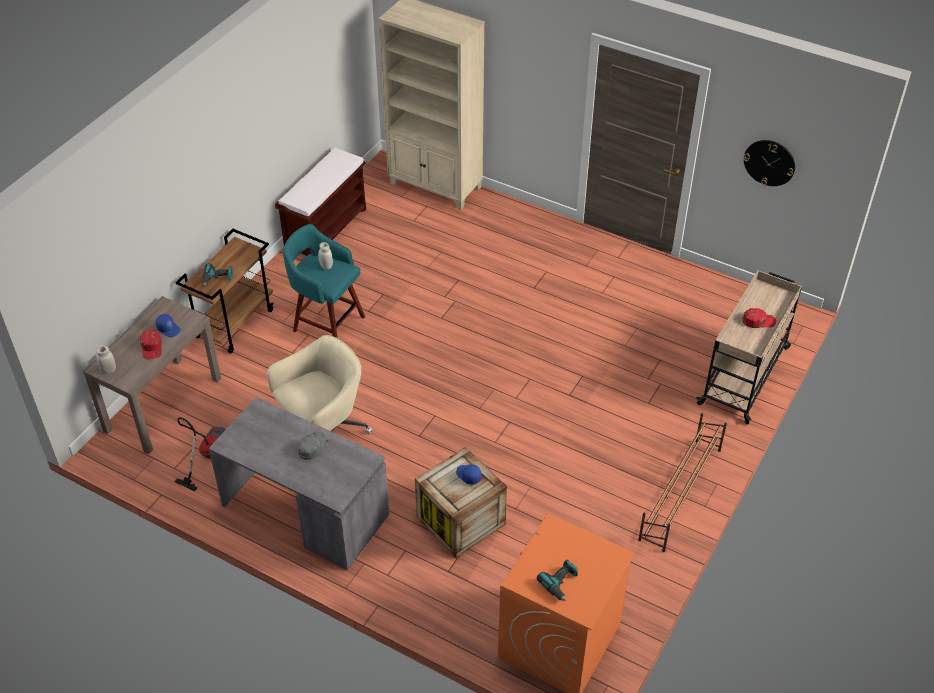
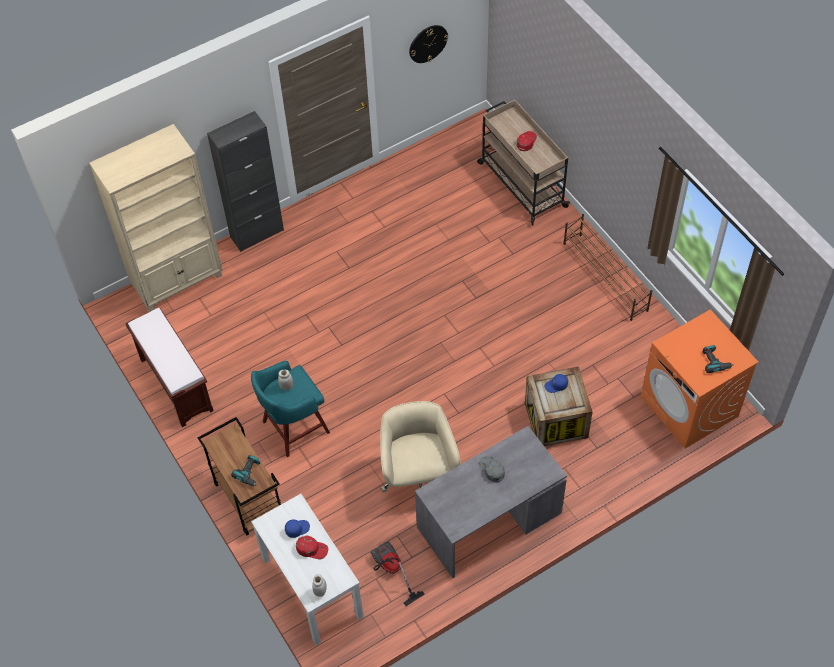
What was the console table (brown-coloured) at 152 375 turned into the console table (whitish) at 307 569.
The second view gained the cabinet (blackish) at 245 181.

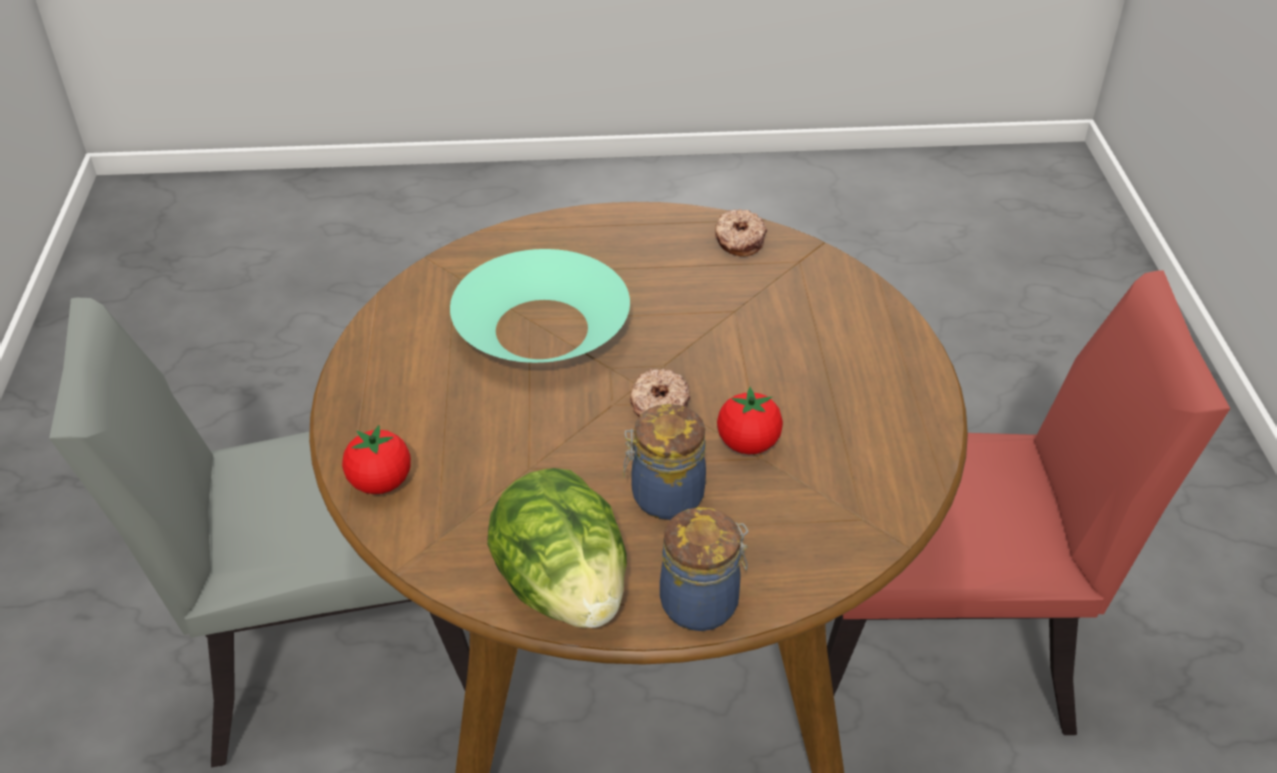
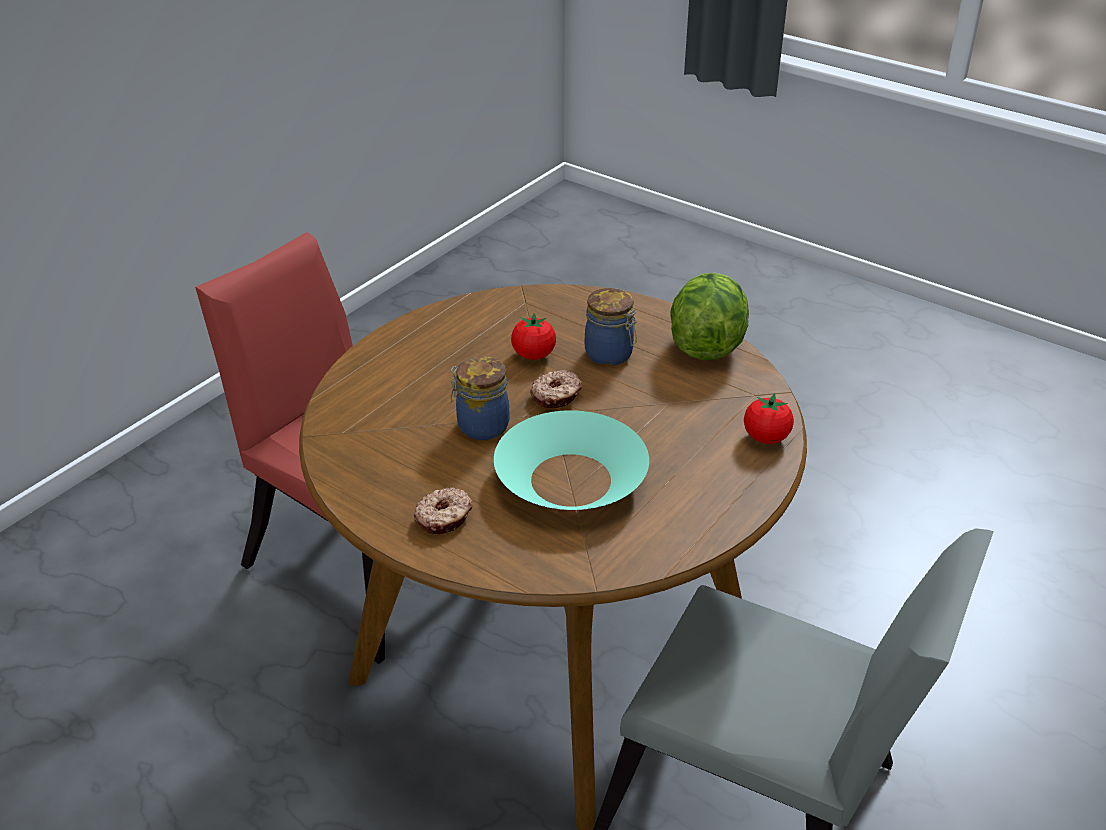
The ring doughnut ended up elsewhere, having gone from 741 233 to 443 510.
The storage jar ended up elsewhere, having gone from 704 569 to 480 398.

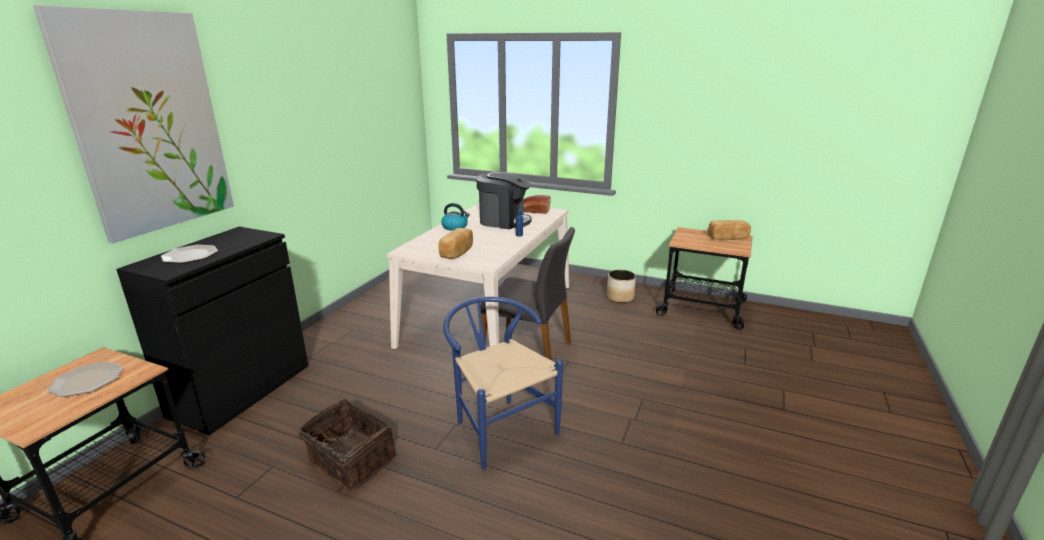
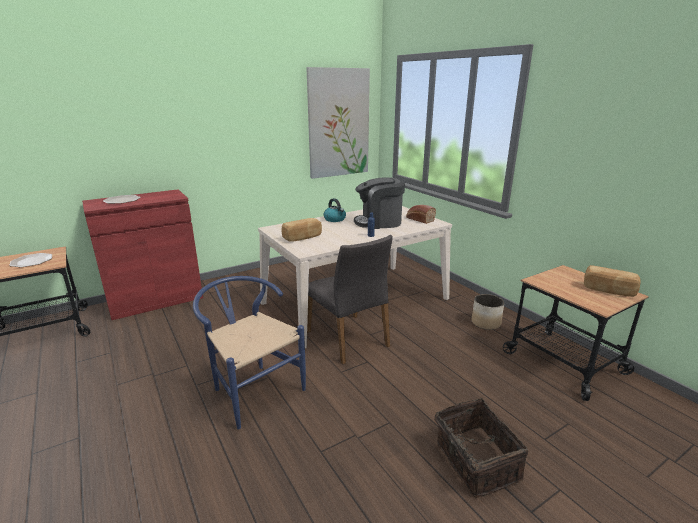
The wall art ended up elsewhere, having gone from 133 124 to 338 123.
The coffee maker at 504 200 ended up facing another way, 120 degrees clockwise from before.
What was the cabinet (blackish) at 212 331 turned into the cabinet (red) at 142 254.
The chair (blue) at 503 383 ended up facing another way, 45 degrees counterclockwise from before.
The storage basket ended up elsewhere, having gone from 347 445 to 481 448.

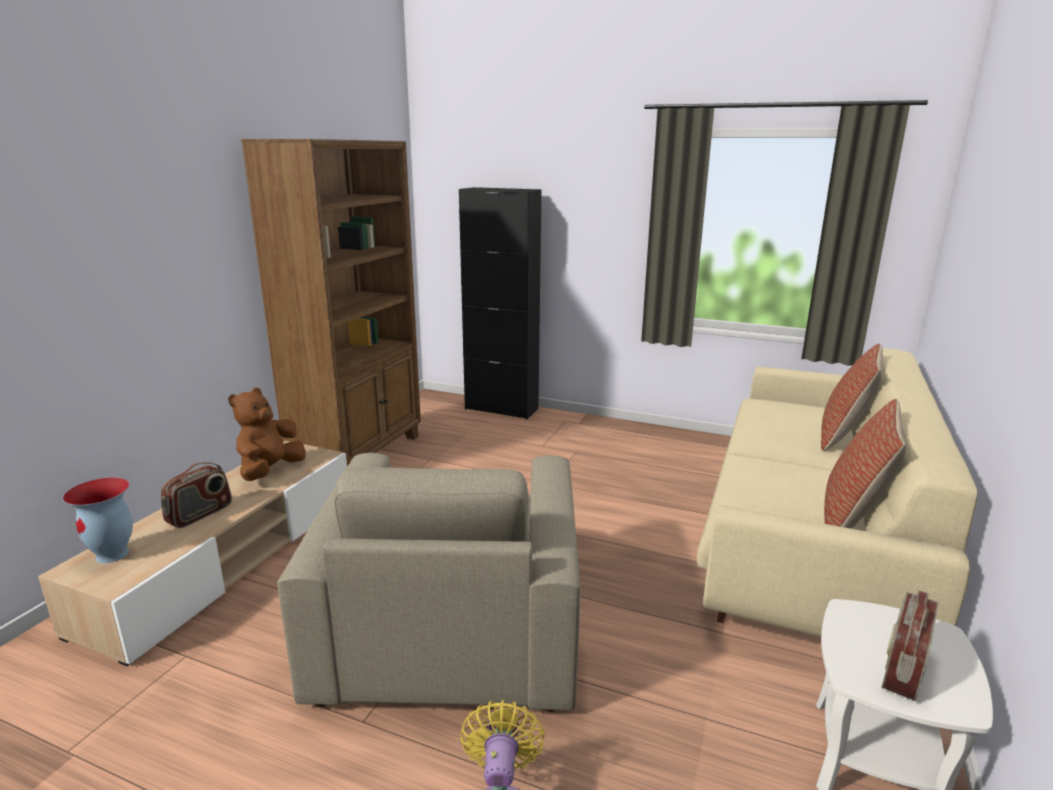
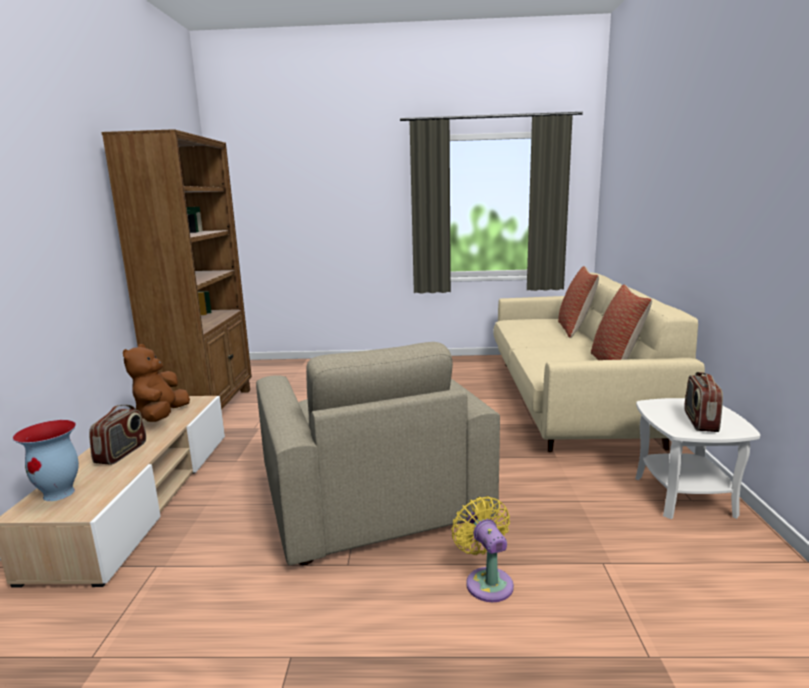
The second view lost the cabinet (blackish) at 500 303.

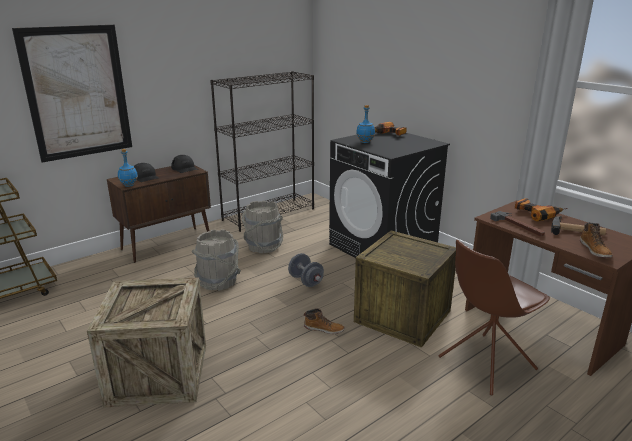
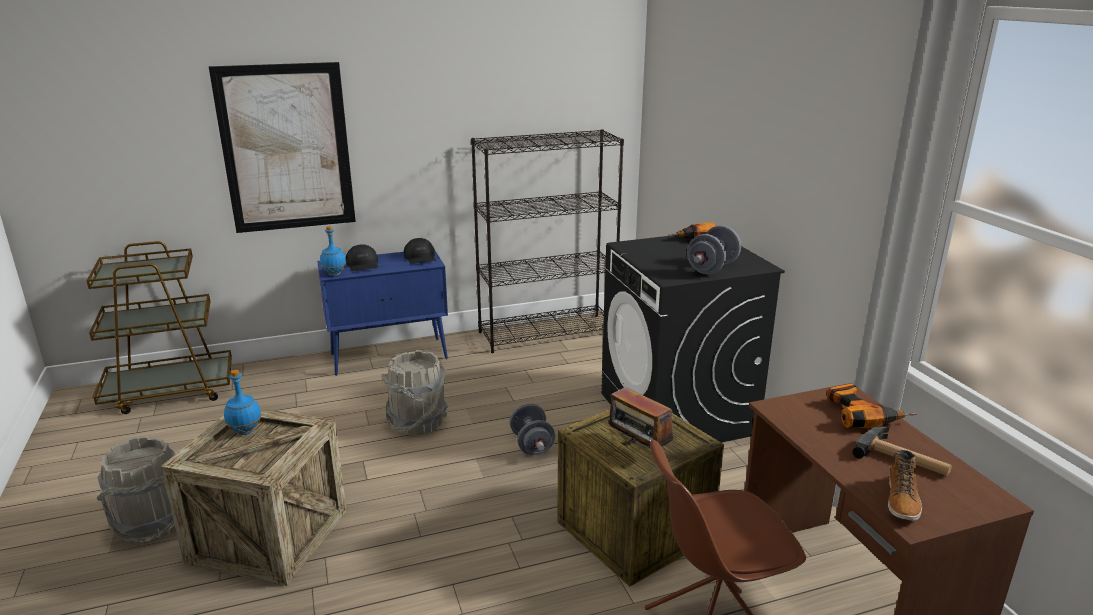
The beverage bottle (blue) ended up elsewhere, having gone from 365 124 to 242 402.
What was the cabinet (brown-coloured) at 159 214 turned into the cabinet (blue) at 382 313.
The water bucket (grey) ended up elsewhere, having gone from 262 227 to 136 490.
The second view lost the hand hammer at 517 224.
The second view lost the boot at 324 321.
The second view gained the dumbbell (grey) at 714 249.
The second view gained the radio receiver at 641 415.

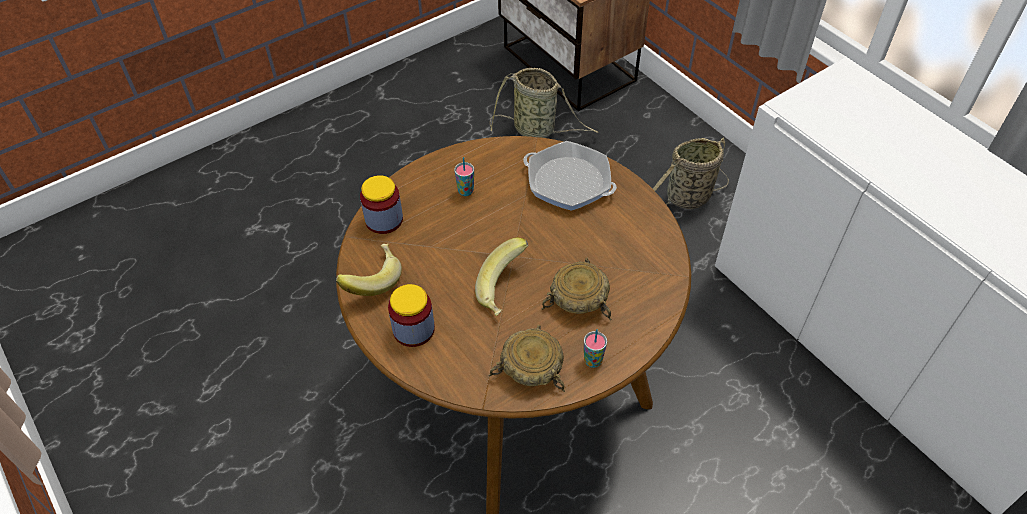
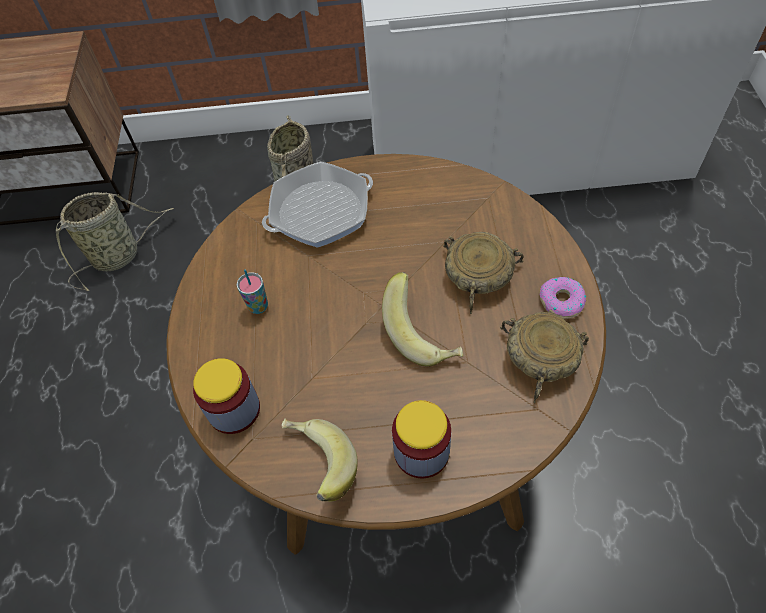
Where the drinking cup stood at 595 348, the ring doughnut came to stand at 563 298.

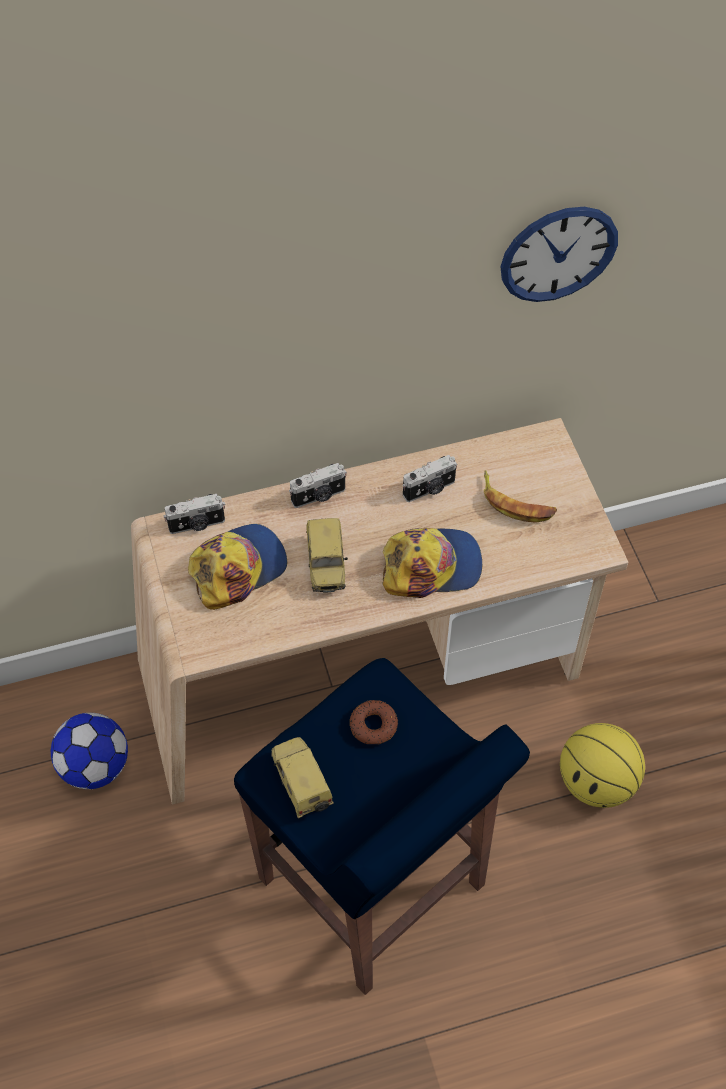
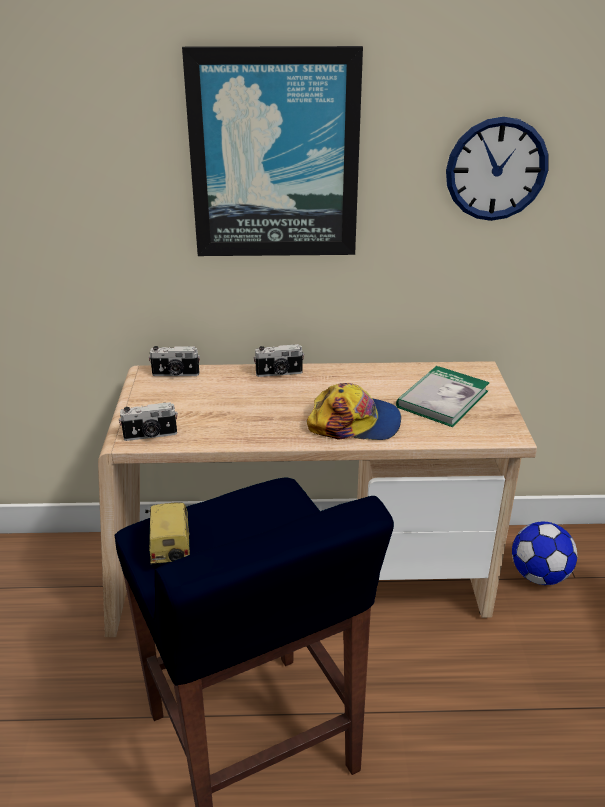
The photo camera ended up elsewhere, having gone from 429 478 to 148 421.
Where the whole banana stood at 520 496, the book came to stand at 443 396.
The second view lost the miniature car at 327 555.
The second view lost the peaked cap at 237 567.
The second view lost the ring doughnut at 374 722.
The ball for football ended up elsewhere, having gone from 89 751 to 544 553.
The second view lost the basketball at 602 765.
The second view gained the wall art at 272 151.

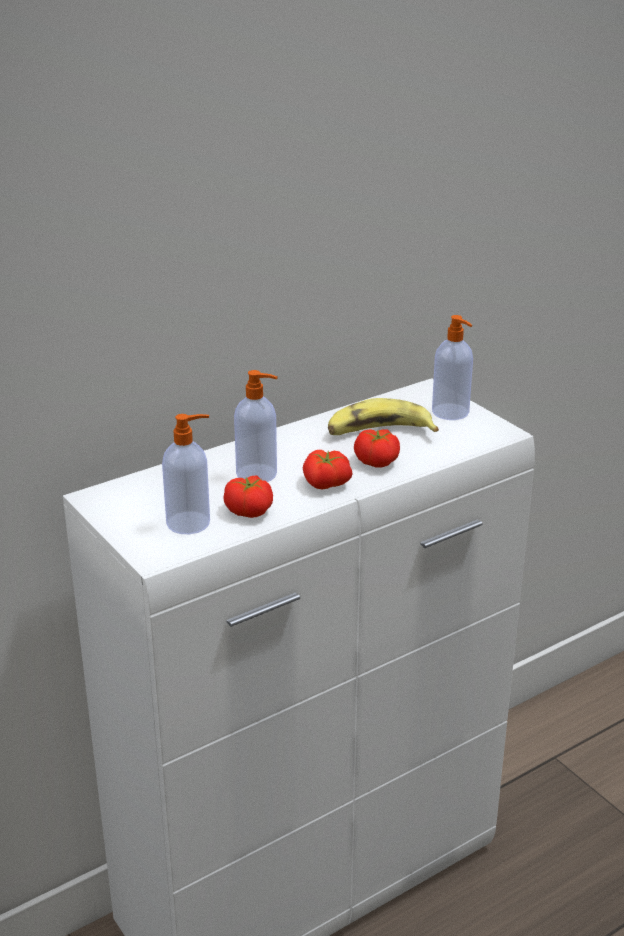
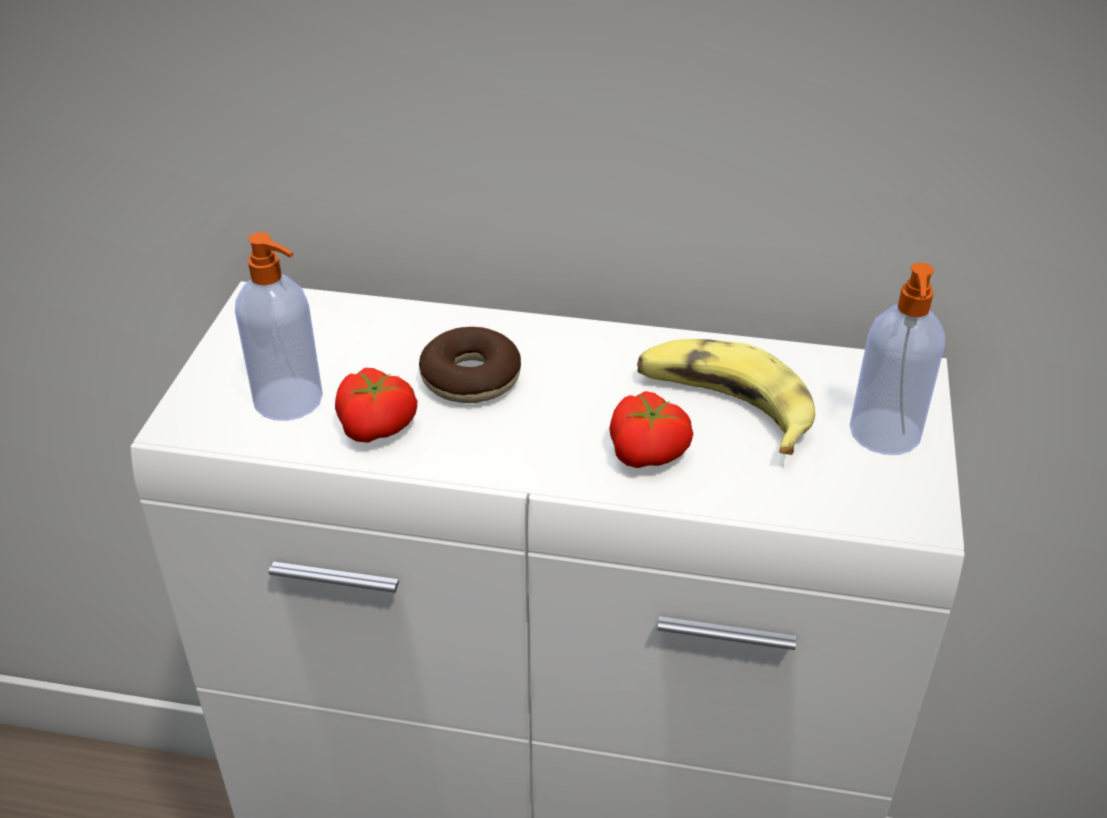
Where the liquid soap bottle stood at 256 426, the ring doughnut came to stand at 470 365.
The second view lost the fresh tomato at 328 470.

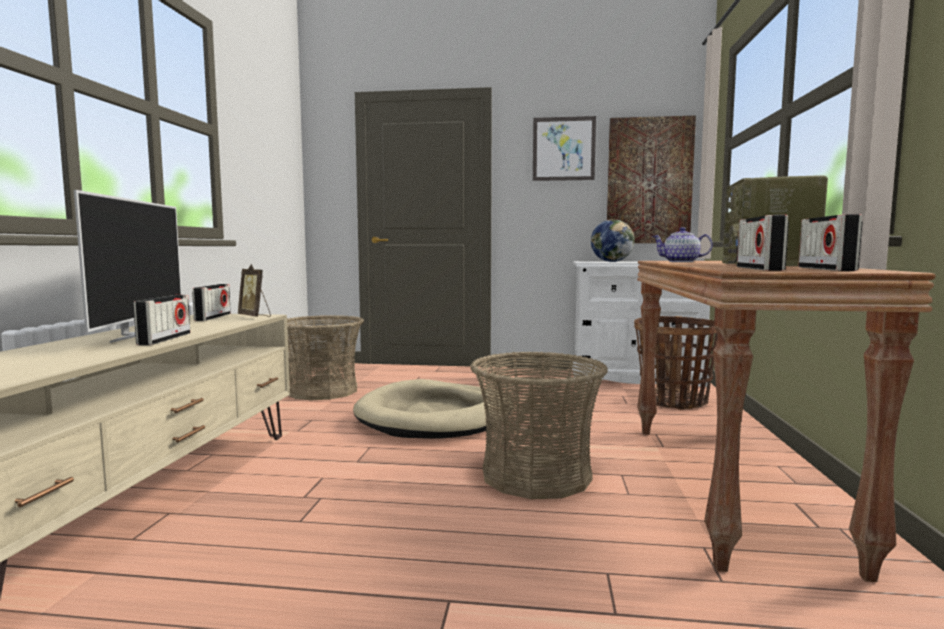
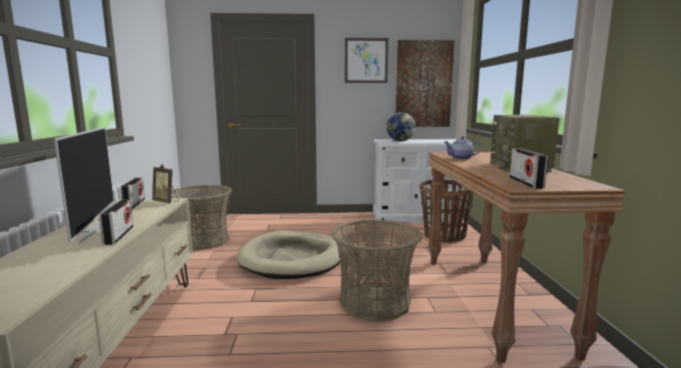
The second view lost the radio receiver at 830 242.

